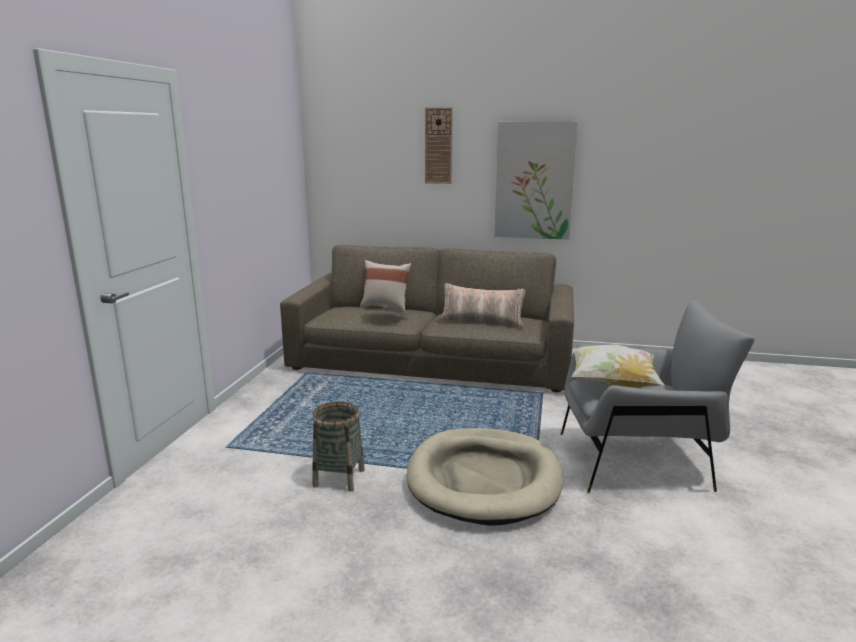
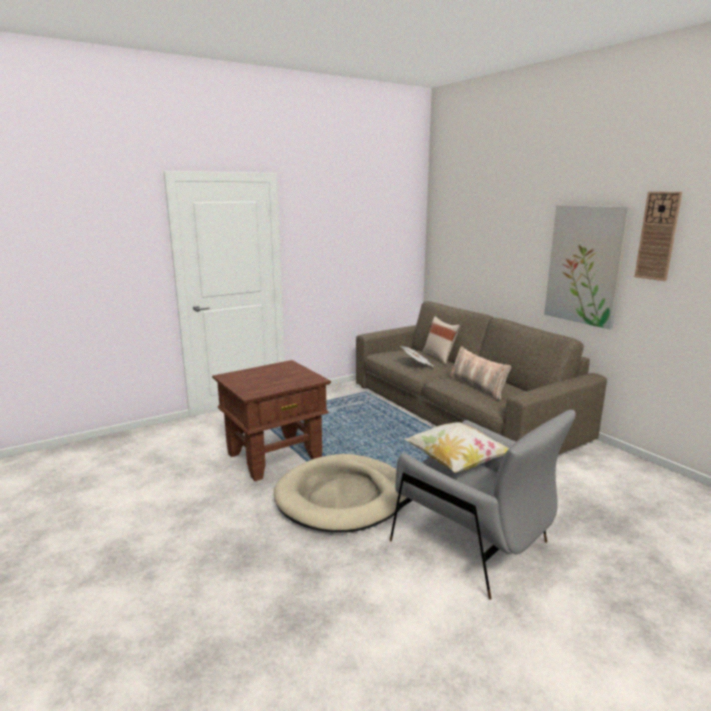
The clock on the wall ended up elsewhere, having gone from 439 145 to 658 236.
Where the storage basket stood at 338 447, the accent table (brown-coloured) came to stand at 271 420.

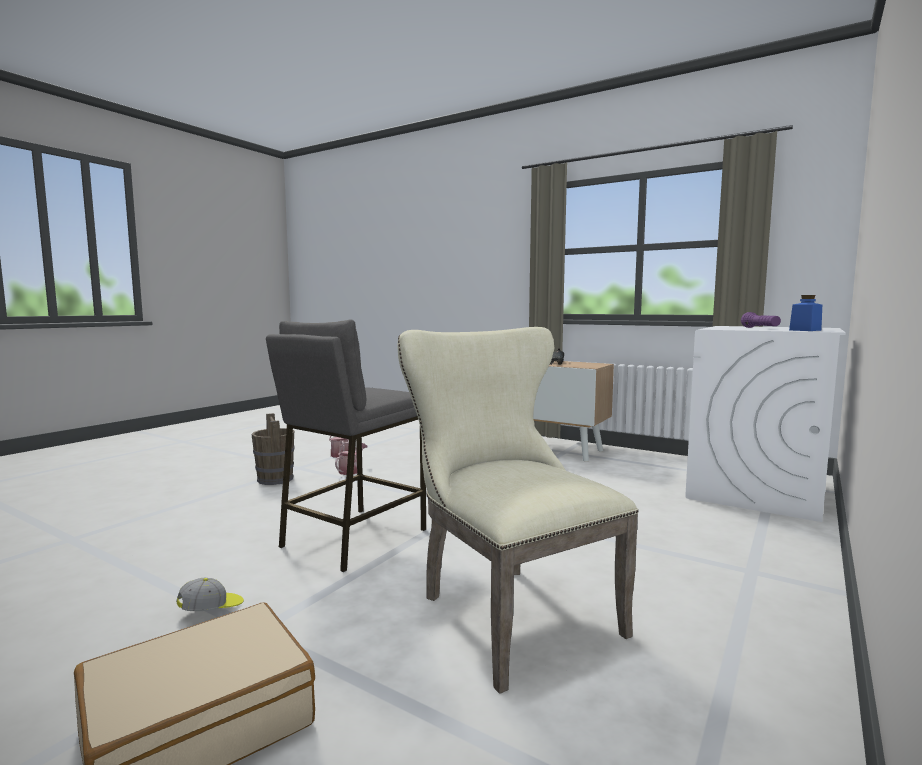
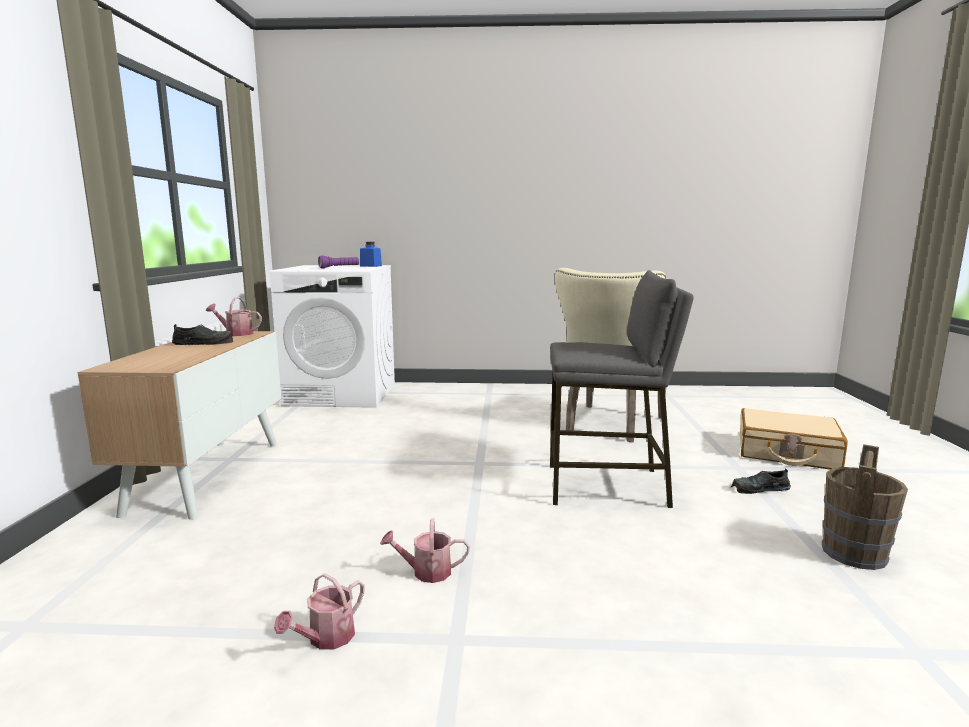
The water bucket (brown-coloured) ended up elsewhere, having gone from 273 449 to 865 507.
Where the peaked cap stood at 210 594, the low shoe (blackish) came to stand at 760 481.
The second view gained the watering can at 234 316.

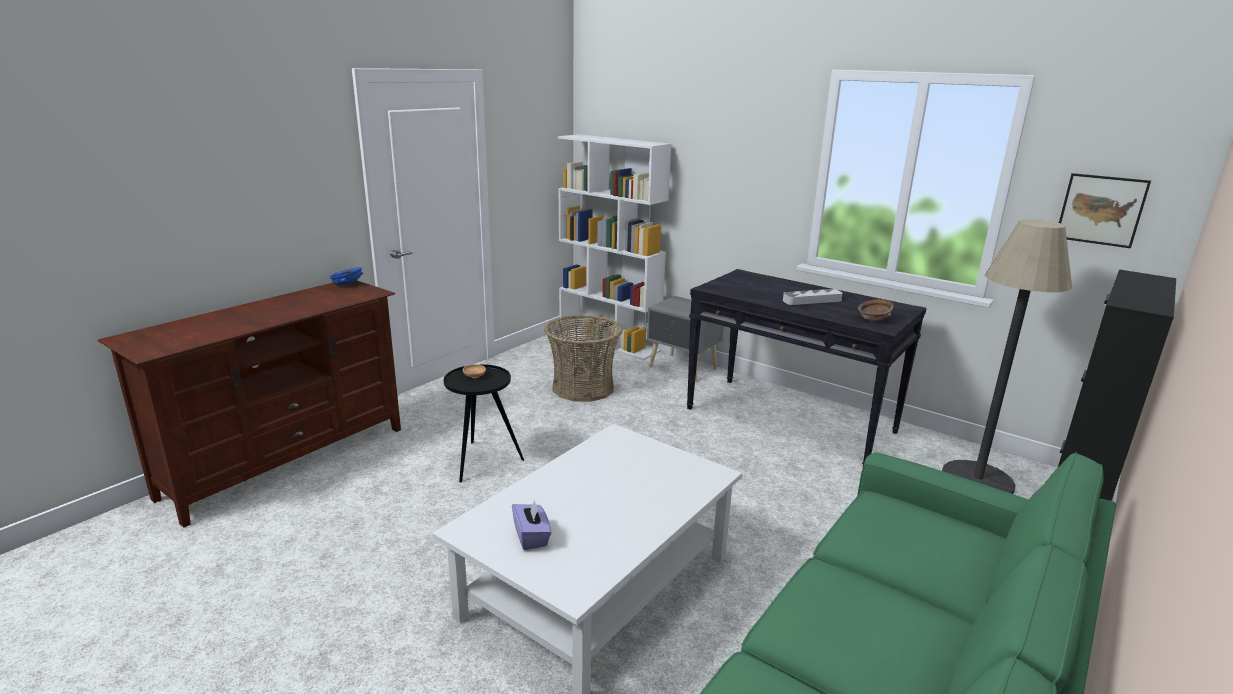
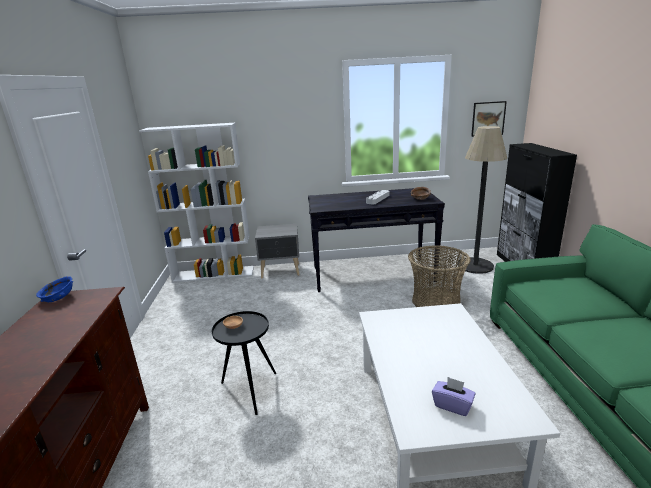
The storage basket ended up elsewhere, having gone from 583 358 to 439 276.

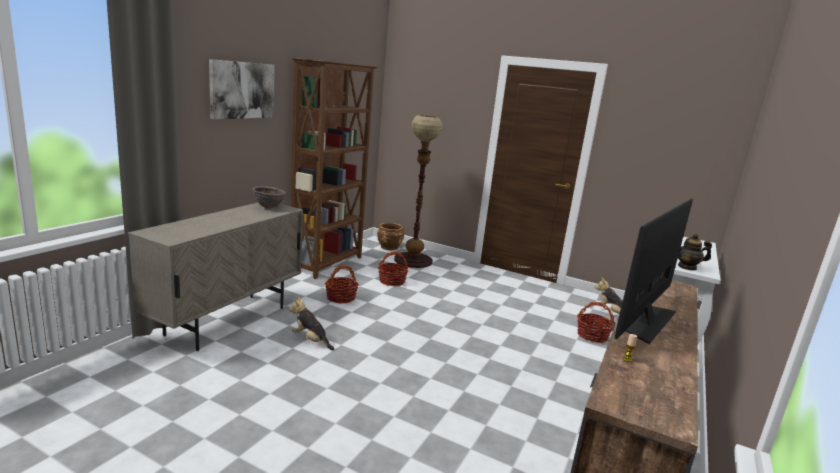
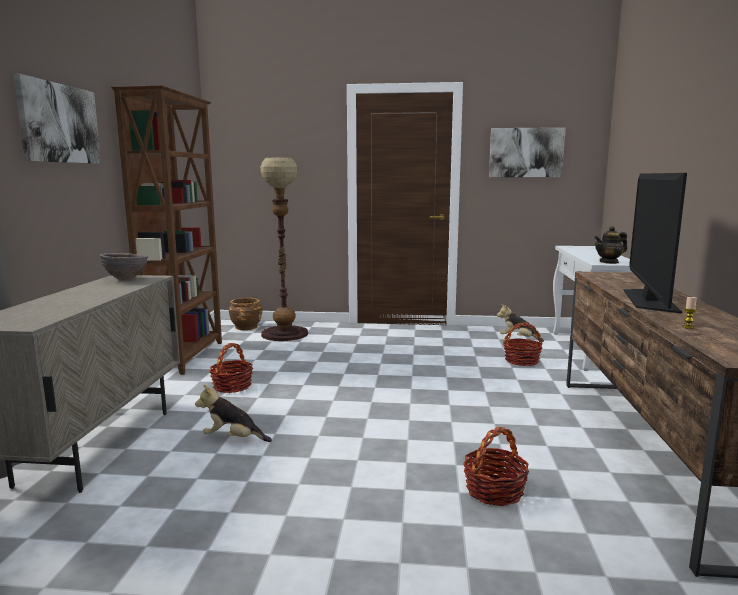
The storage basket ended up elsewhere, having gone from 393 268 to 496 466.
The second view gained the wall art at 527 152.

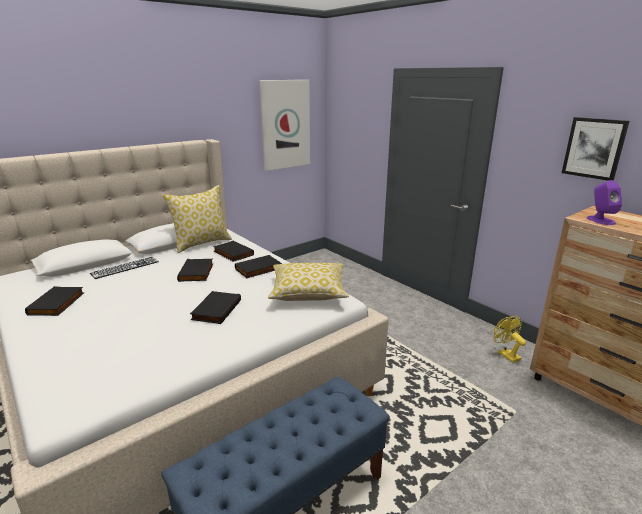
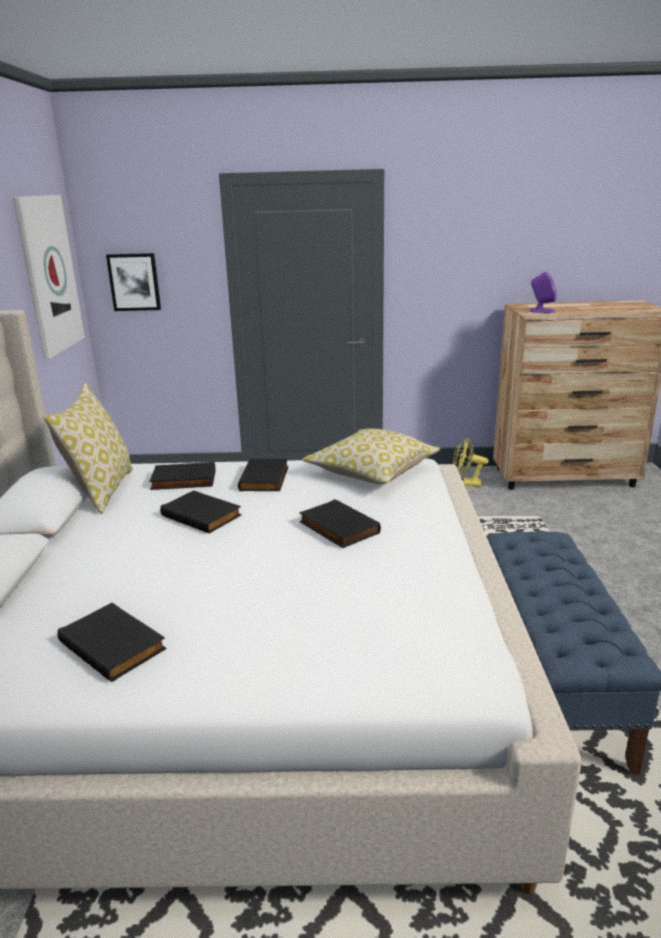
The wall art ended up elsewhere, having gone from 596 149 to 133 282.
The second view lost the keyboard at 124 268.

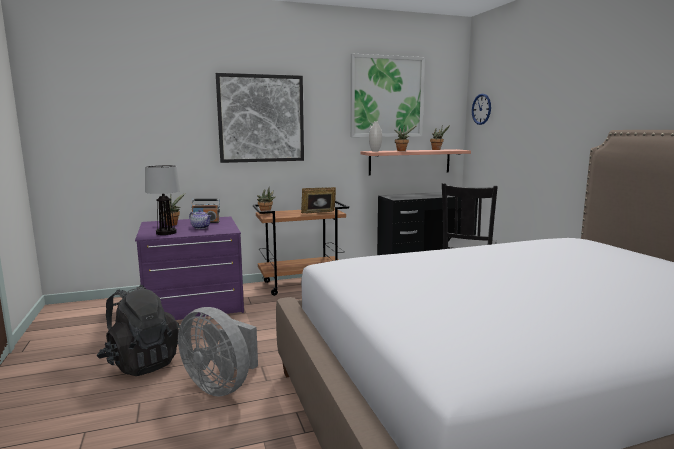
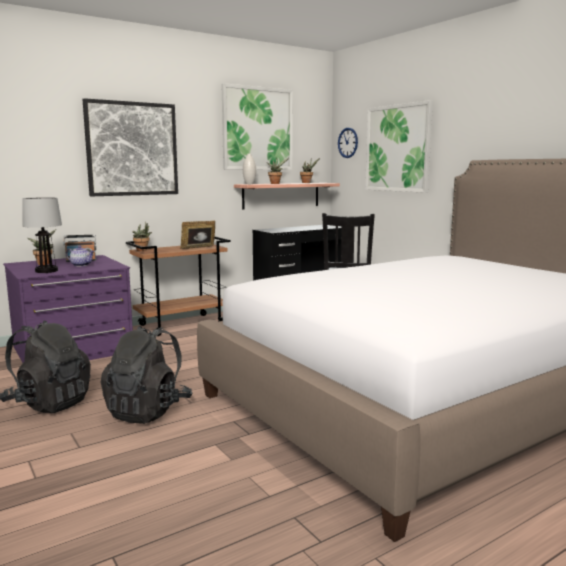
Where the cooling fan (grey) stood at 218 352, the backpack (blackish) came to stand at 146 375.
The second view gained the wall art at 399 146.

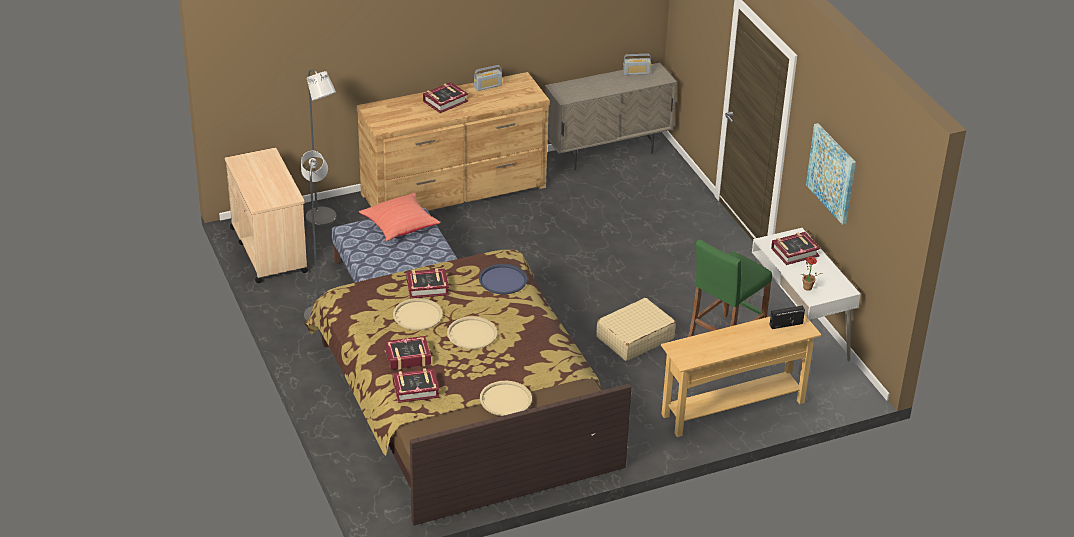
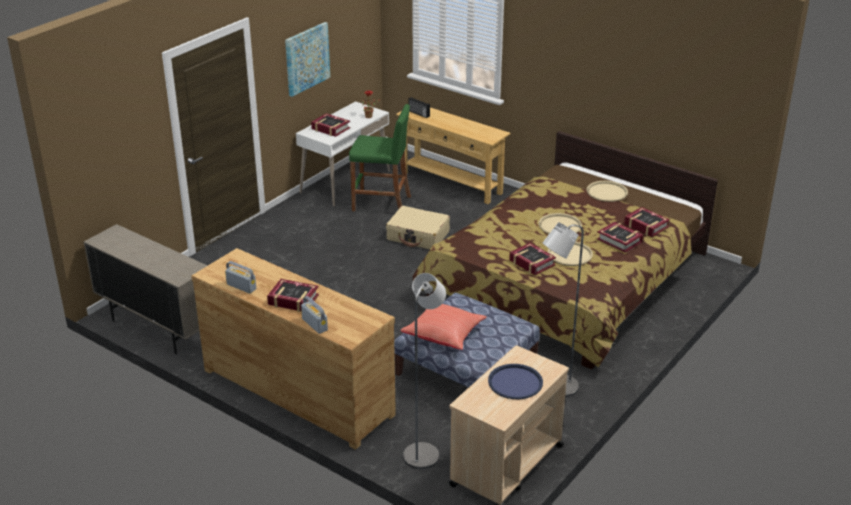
The radio receiver ended up elsewhere, having gone from 637 64 to 314 315.
The tray (blue) ended up elsewhere, having gone from 503 279 to 515 381.

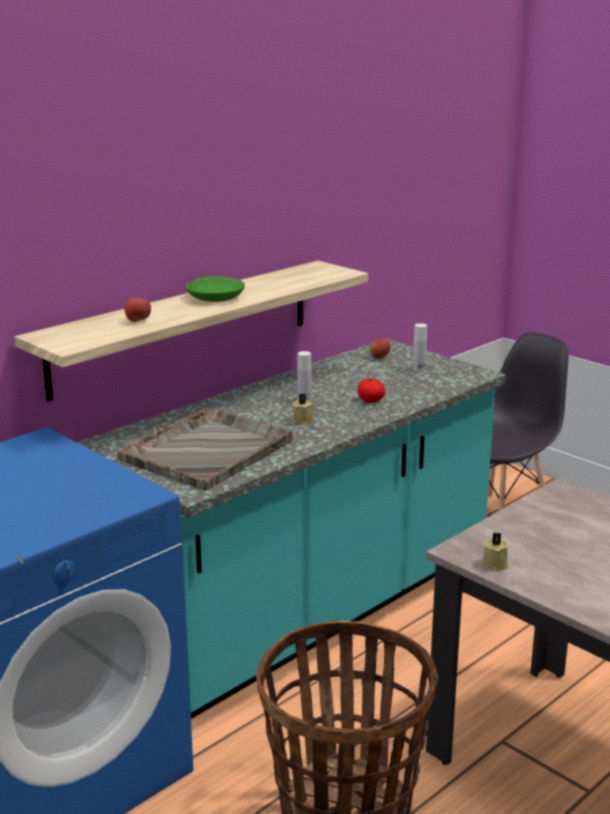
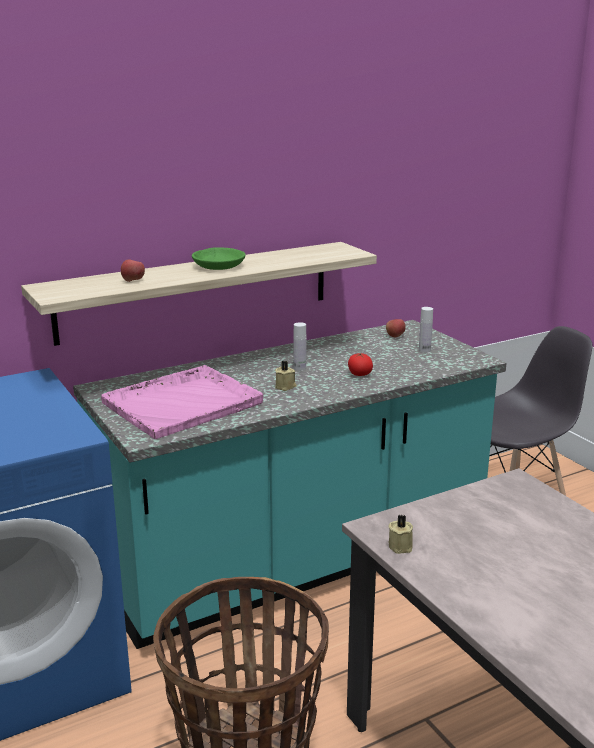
What was the tray (grey) at 205 448 turned into the tray (pink) at 182 402.

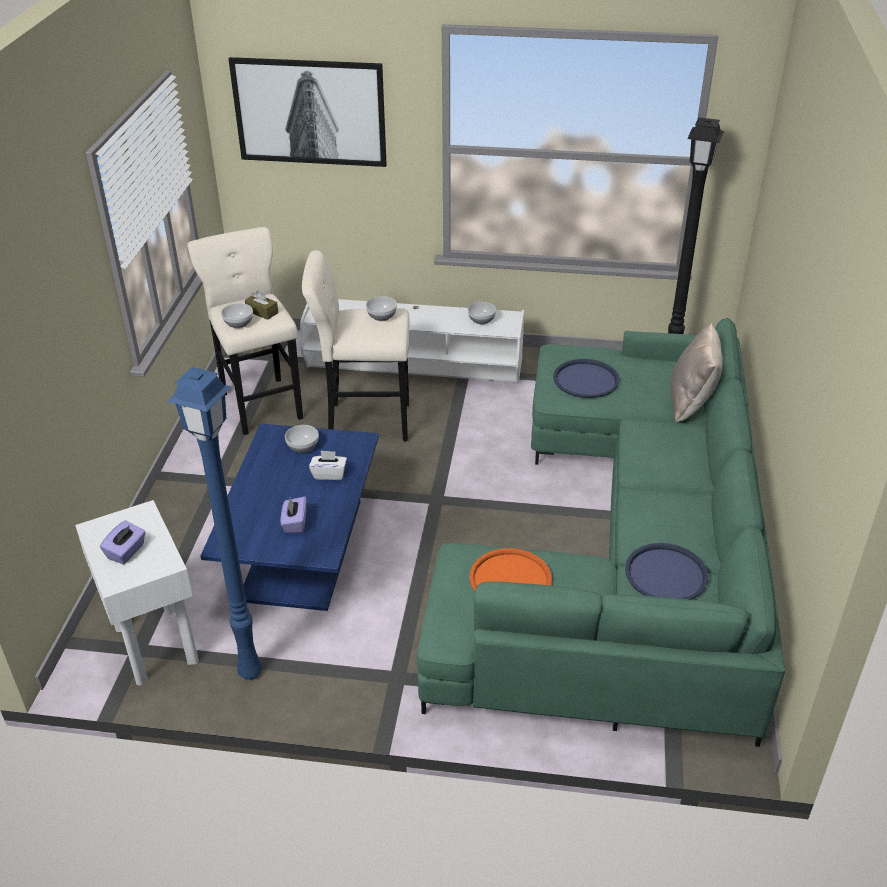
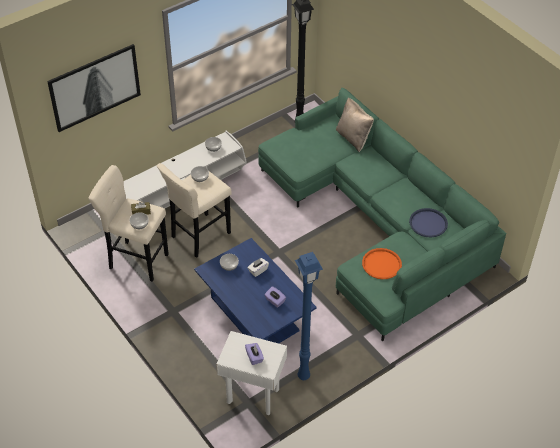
The second view lost the tray (blue) at 586 378.

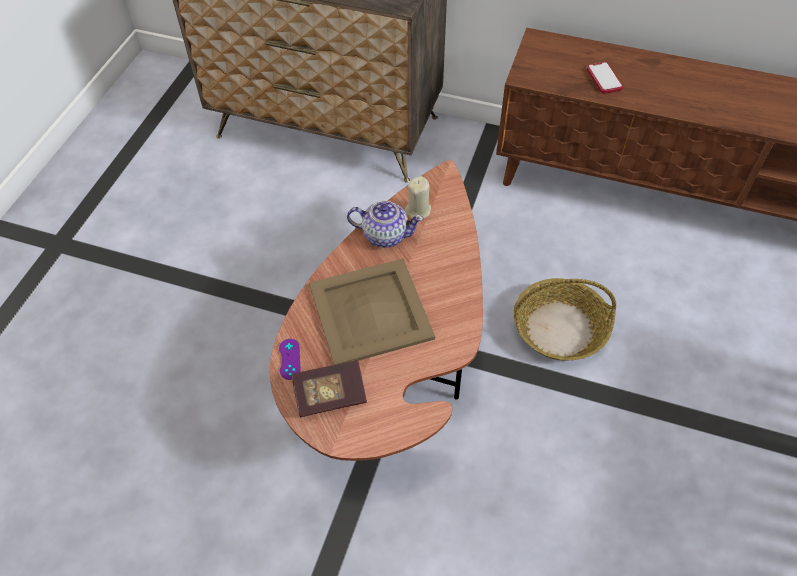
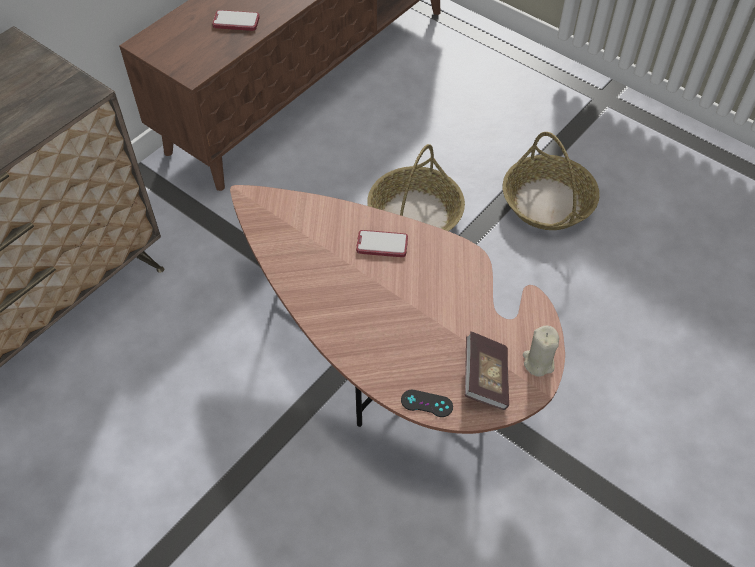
The wax candle (beige) ended up elsewhere, having gone from 418 197 to 541 351.
The second view lost the teapot at 385 224.
The second view lost the tray (beige) at 372 312.
What was the joypad (purplish) at 290 359 turned into the joypad (blackish) at 427 403.
The second view gained the storage basket at 551 181.
The second view gained the telephone at 382 243.

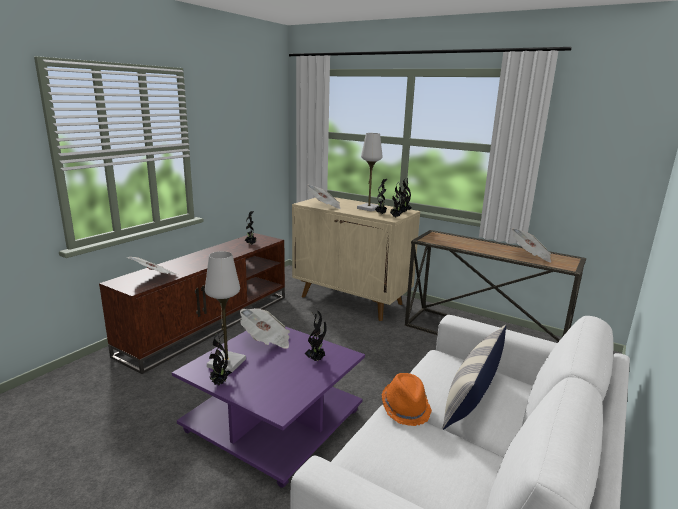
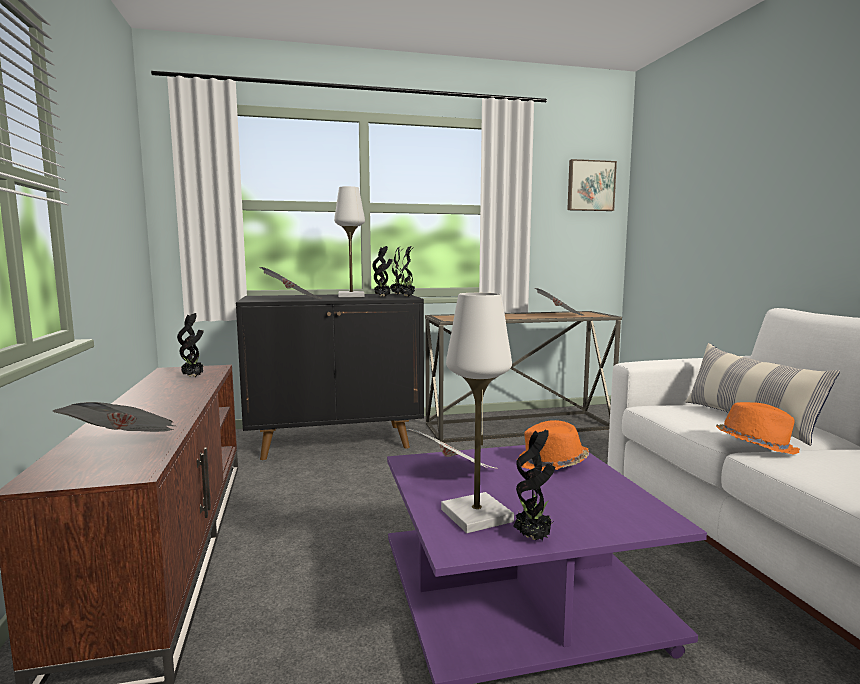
What was the cabinet (beige) at 356 259 turned into the cabinet (blackish) at 330 376.
Where the plant in a pot stood at 316 335, the wearable hat (orangey) came to stand at 554 445.
The second view gained the wall art at 592 185.

